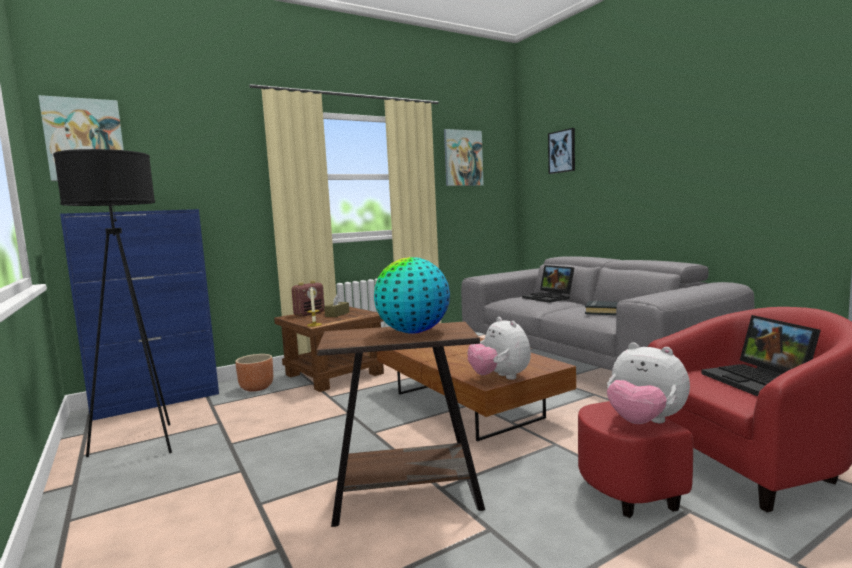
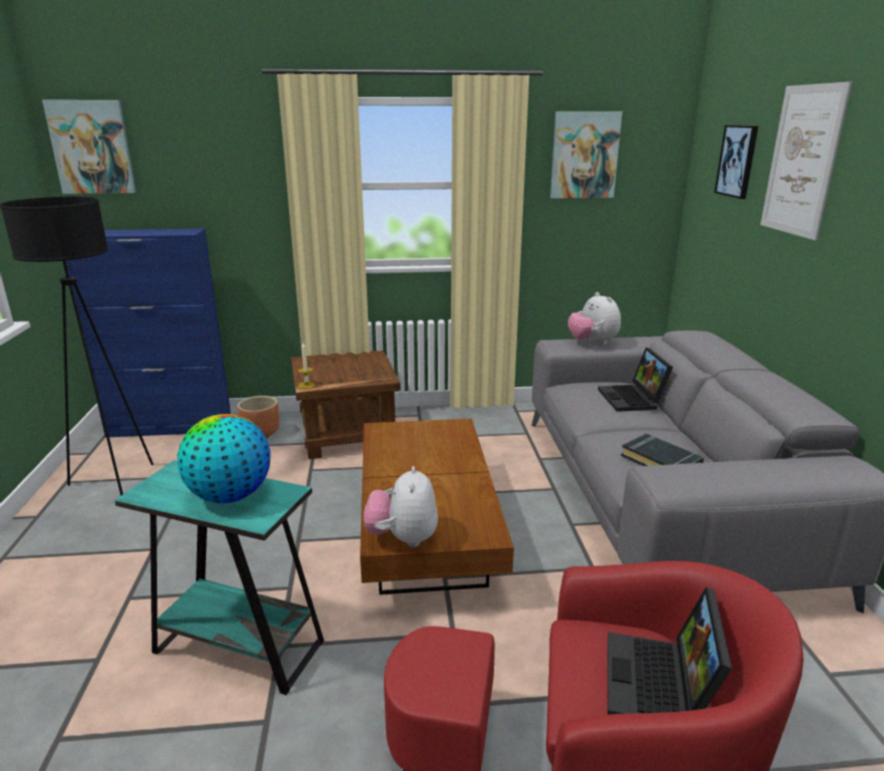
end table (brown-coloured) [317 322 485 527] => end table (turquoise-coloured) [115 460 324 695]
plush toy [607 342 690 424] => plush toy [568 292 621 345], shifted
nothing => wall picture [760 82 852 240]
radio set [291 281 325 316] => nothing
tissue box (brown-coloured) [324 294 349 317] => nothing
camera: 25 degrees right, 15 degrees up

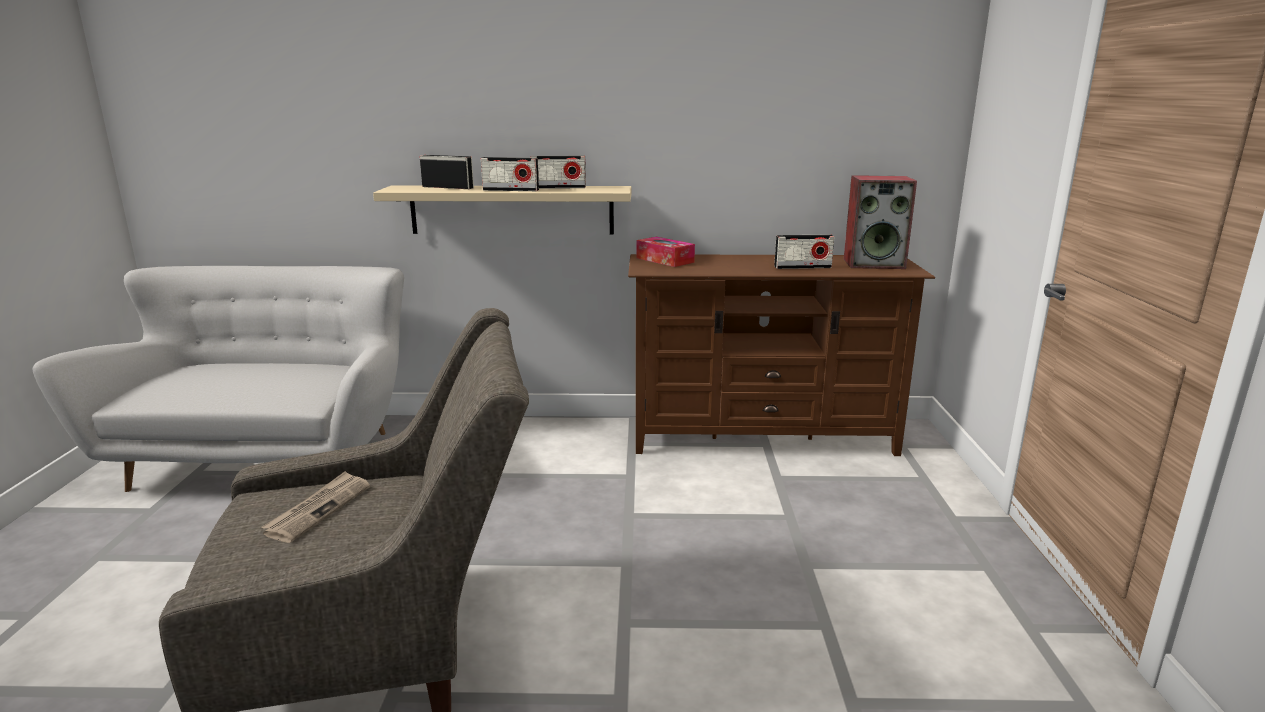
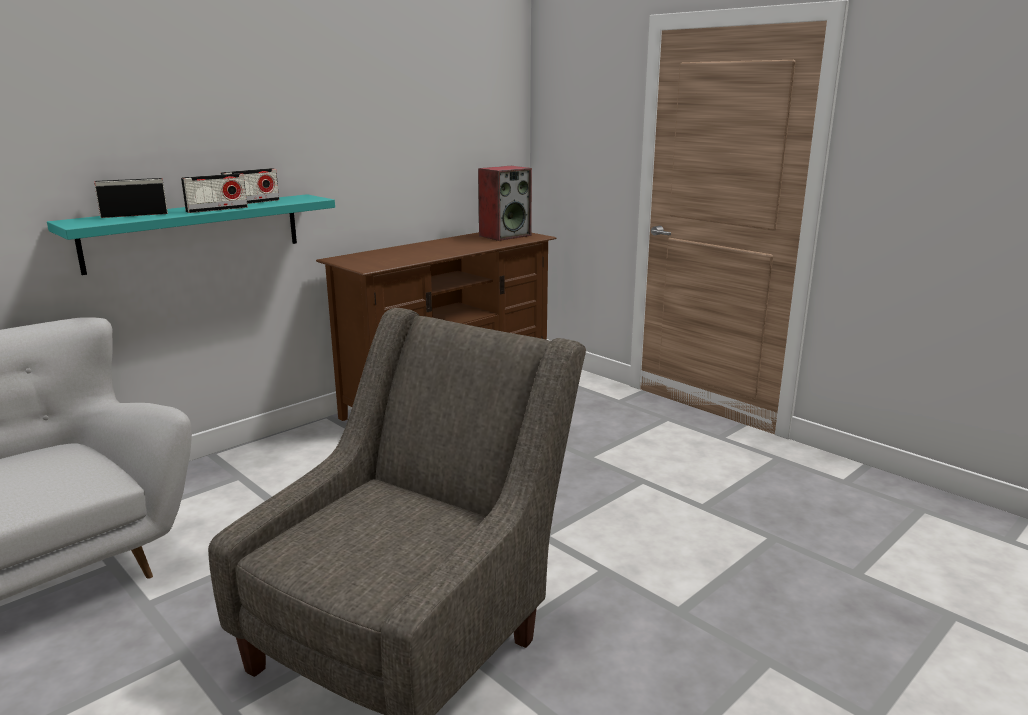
wall shelf (beige) [373 185 632 235] => wall shelf (turquoise-coloured) [47 194 335 275]
printed paper [261 471 370 543] => nothing
tissue box [636 237 695 267] => nothing
radio set [774 234 834 269] => nothing
camera: 45 degrees left, 0 degrees up

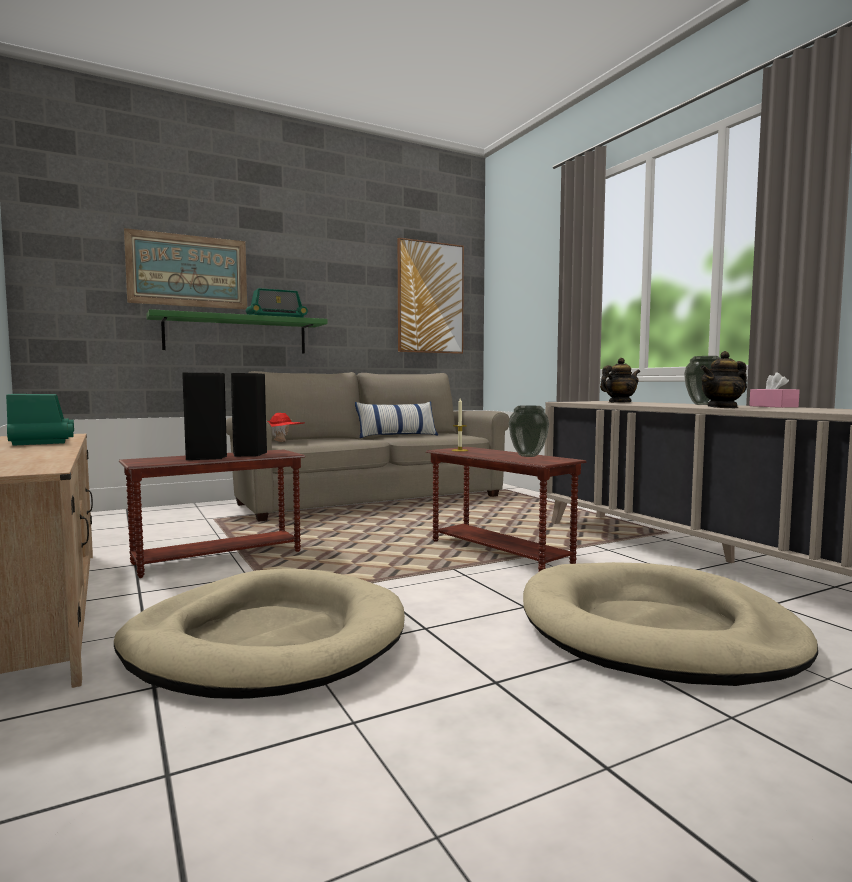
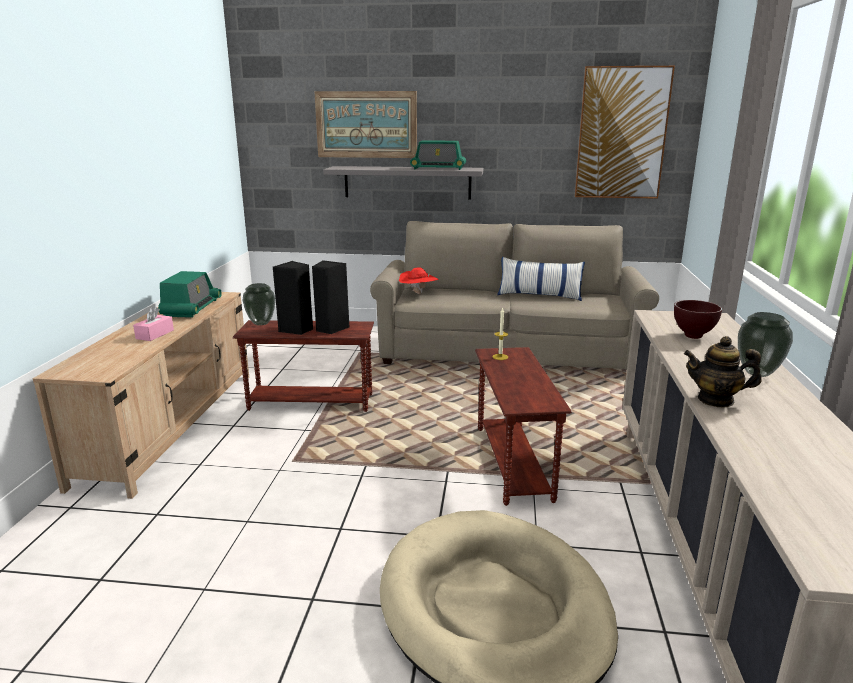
tissue box (pinkish) [749 372 800 408] => tissue box (pinkish) [133 307 174 341], shifted
vase [509 406 549 457] => vase [242 283 275 326], shifted
wall shelf (green-coloured) [146 309 328 354] => wall shelf (greyish) [323 166 483 199]
pot for tea [600 358 640 403] => serving bowl (brown-coloured) [674 300 722 339]
dog cushion (beige) [114 568 405 699] => nothing
camera: 35 degrees right, 15 degrees up

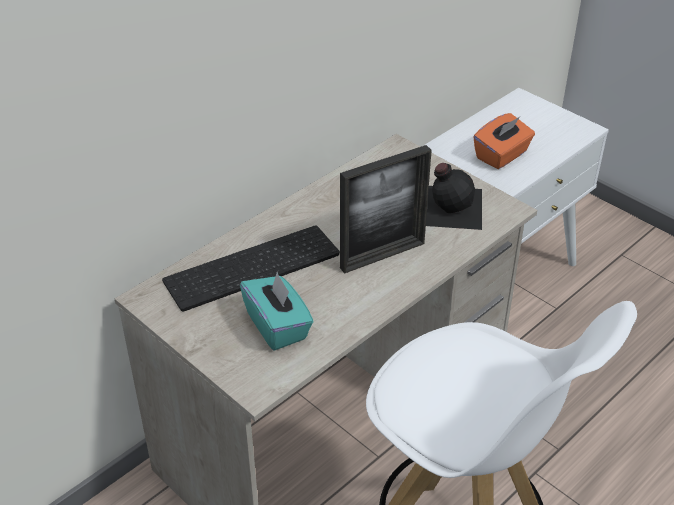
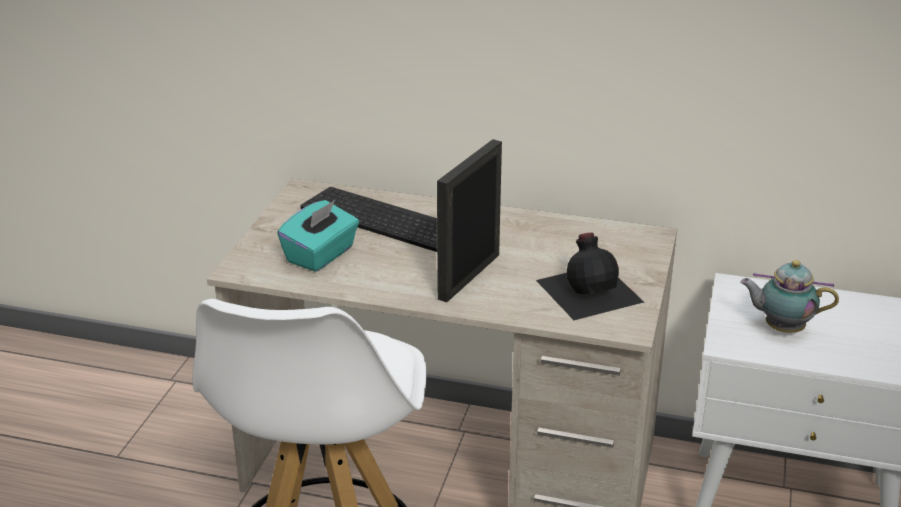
photo frame [340 145 432 274] => photo frame [437 139 502 302], 90 degrees clockwise
tissue box (orange-coloured) [473 113 535 169] => pot for tea [740 260 839 333]
camera: 60 degrees right, 10 degrees down

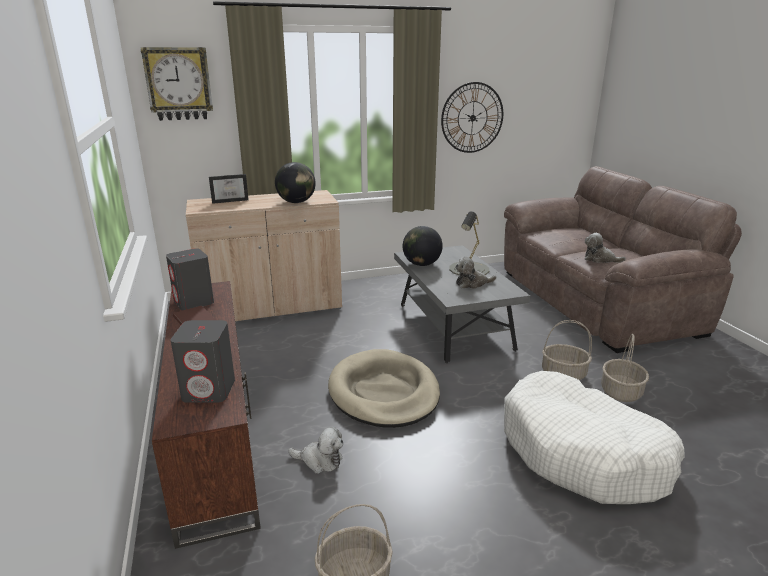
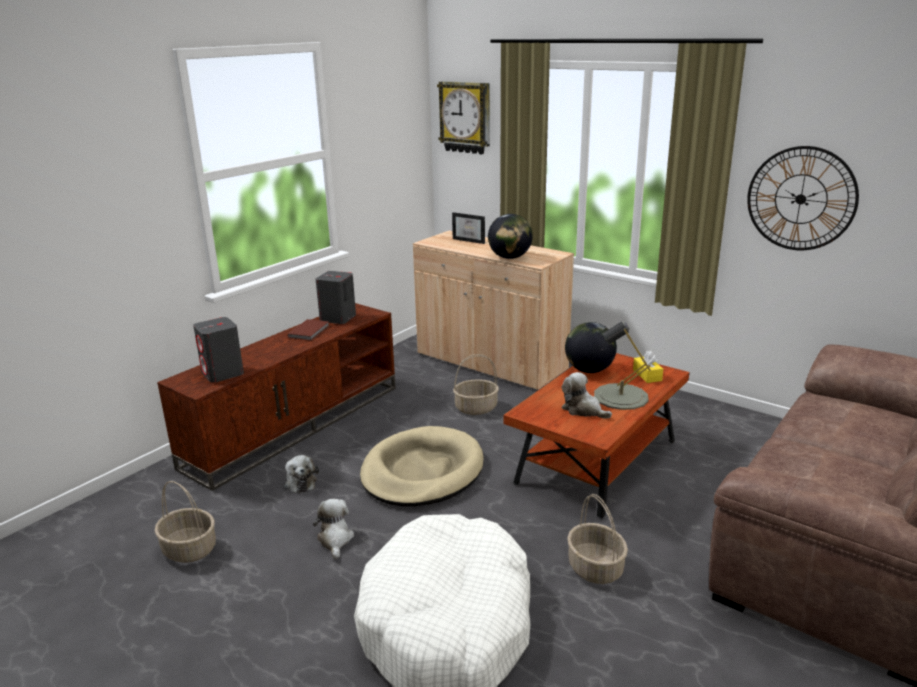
plush toy [584 233 626 263] => plush toy [313 499 354 560], shifted
household basket [601 334 649 402] => household basket [453 354 499 415], shifted
coffee table (greyish) [394 245 530 363] => coffee table (brown-coloured) [503 353 690 519]
nothing => tissue box (yellowish) [633 351 663 383]
camera: 55 degrees right, 0 degrees up

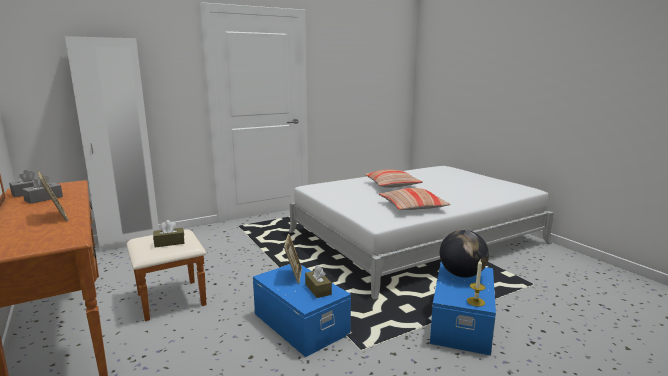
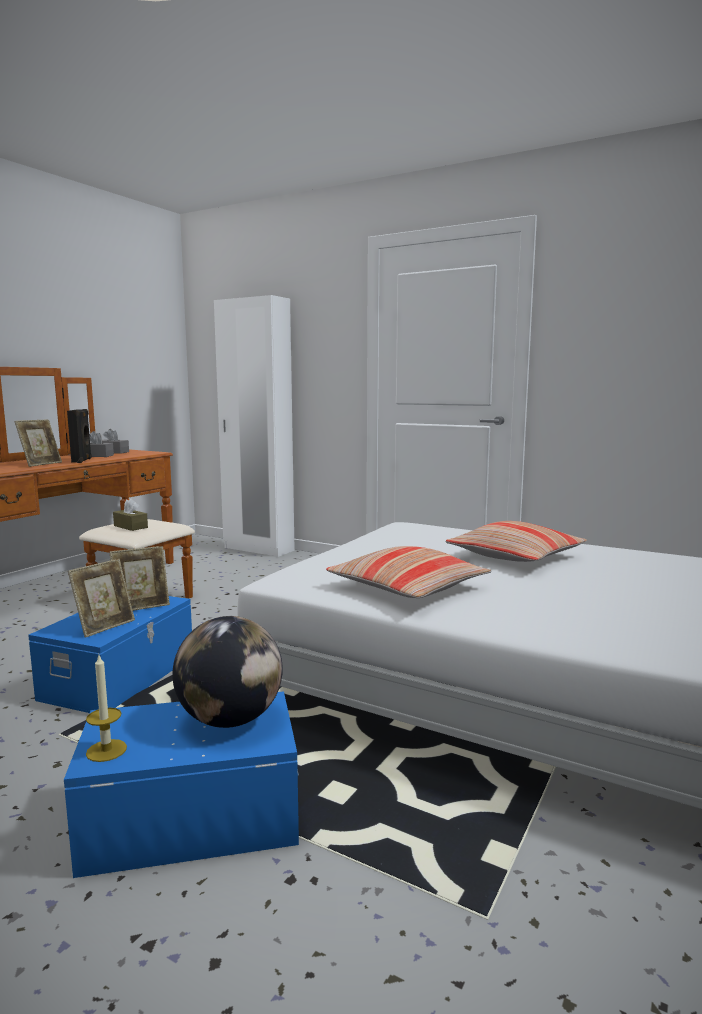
nothing => speaker (black-coloured) [67 409 92 463]
tissue box (brown-coloured) [305 265 332 298] => photo frame [68 559 135 638]
camera: 60 degrees right, 5 degrees down

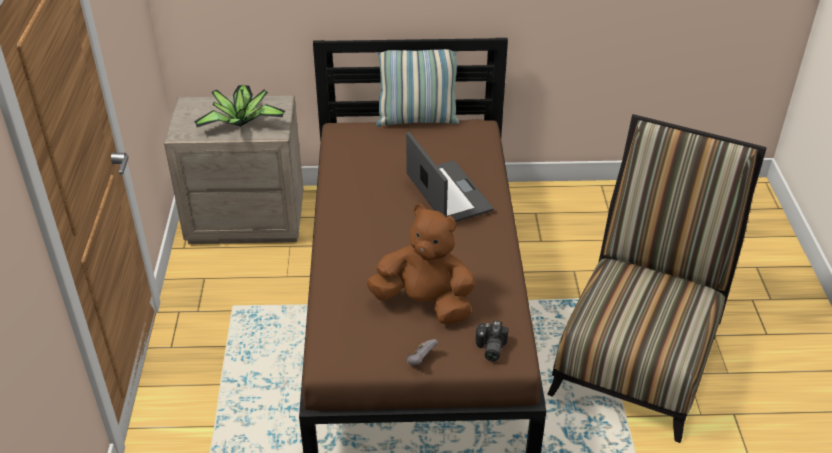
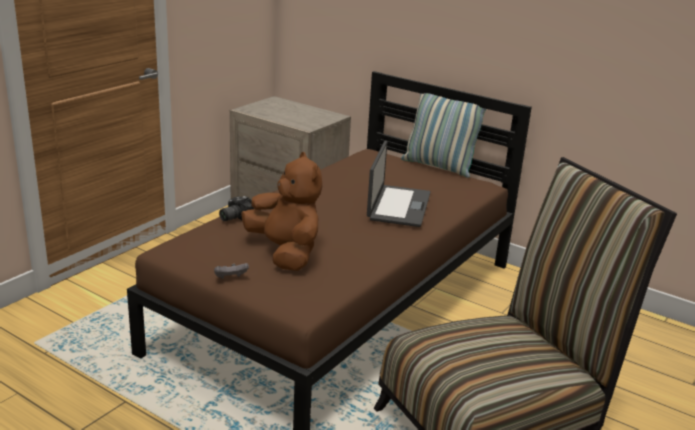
photo camera [476 321 508 362] => photo camera [219 196 254 221], shifted
potted plant [194 85 285 127] => nothing
camera: 35 degrees right, 15 degrees down

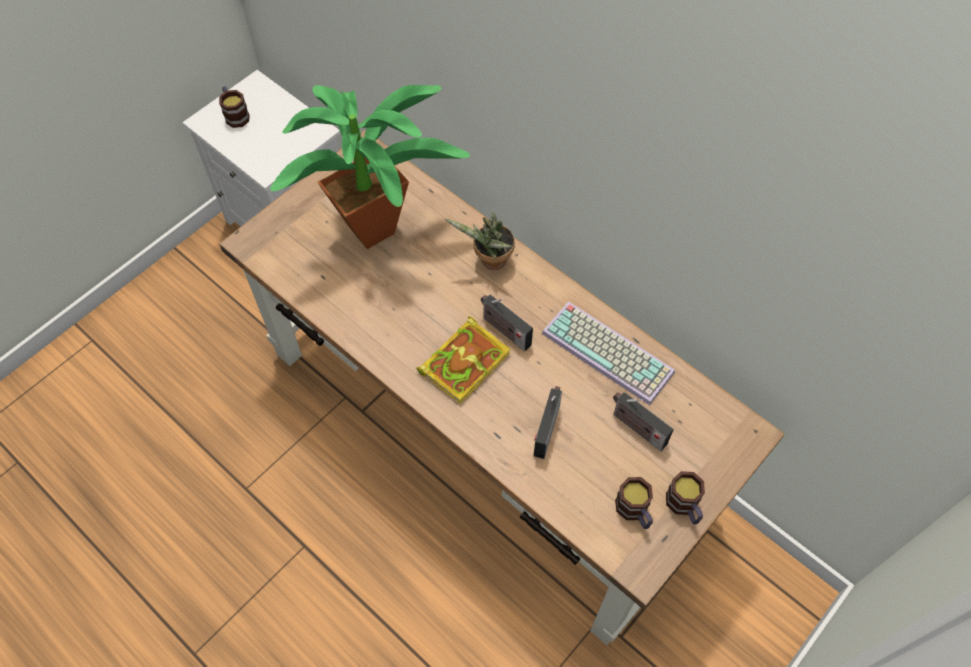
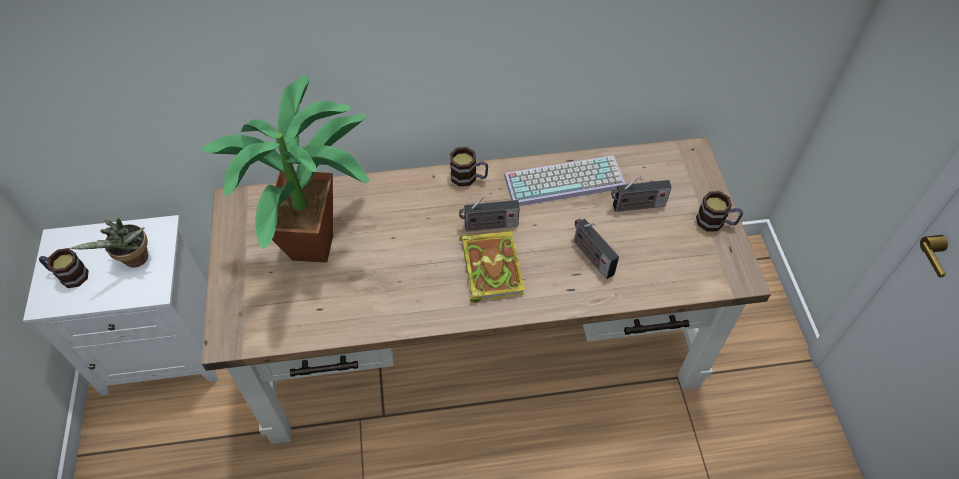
potted plant [445 212 515 270] => potted plant [71 218 148 267], shifted
tea mug [615 477 653 529] => tea mug [450 147 488 187], shifted
camera: 50 degrees left, 5 degrees down

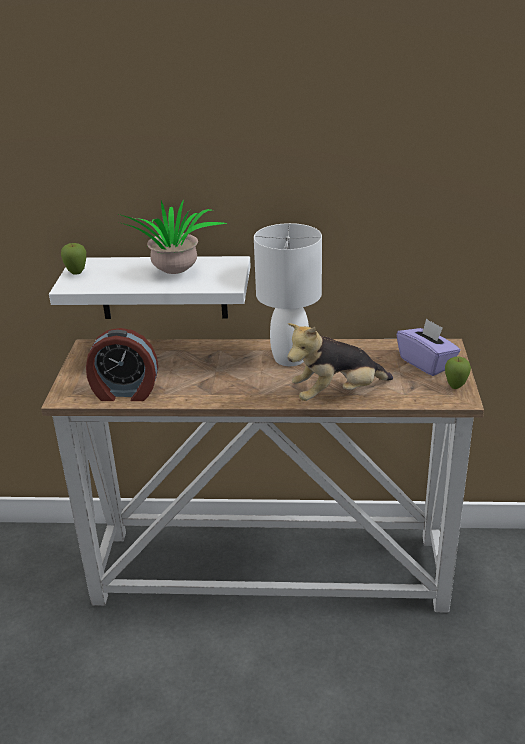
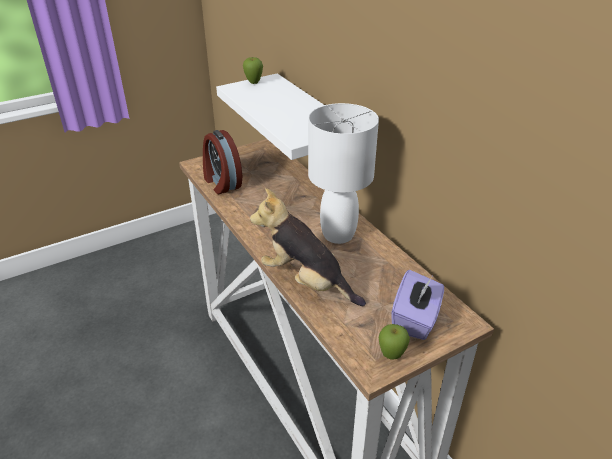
potted plant [119 200 227 274] => nothing
camera: 55 degrees right, 5 degrees up

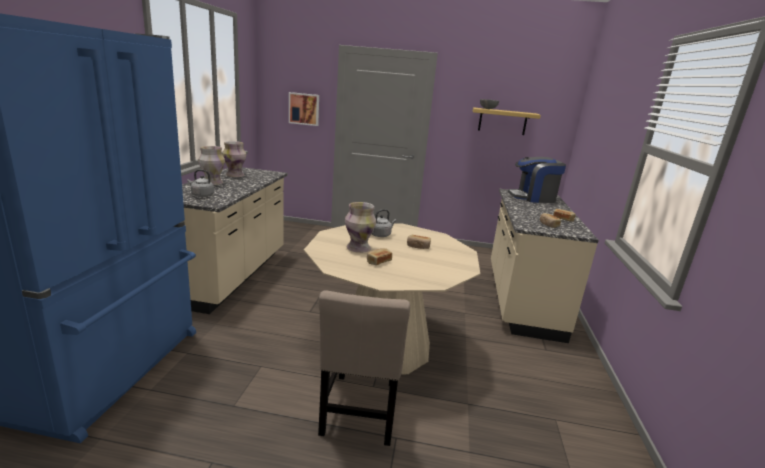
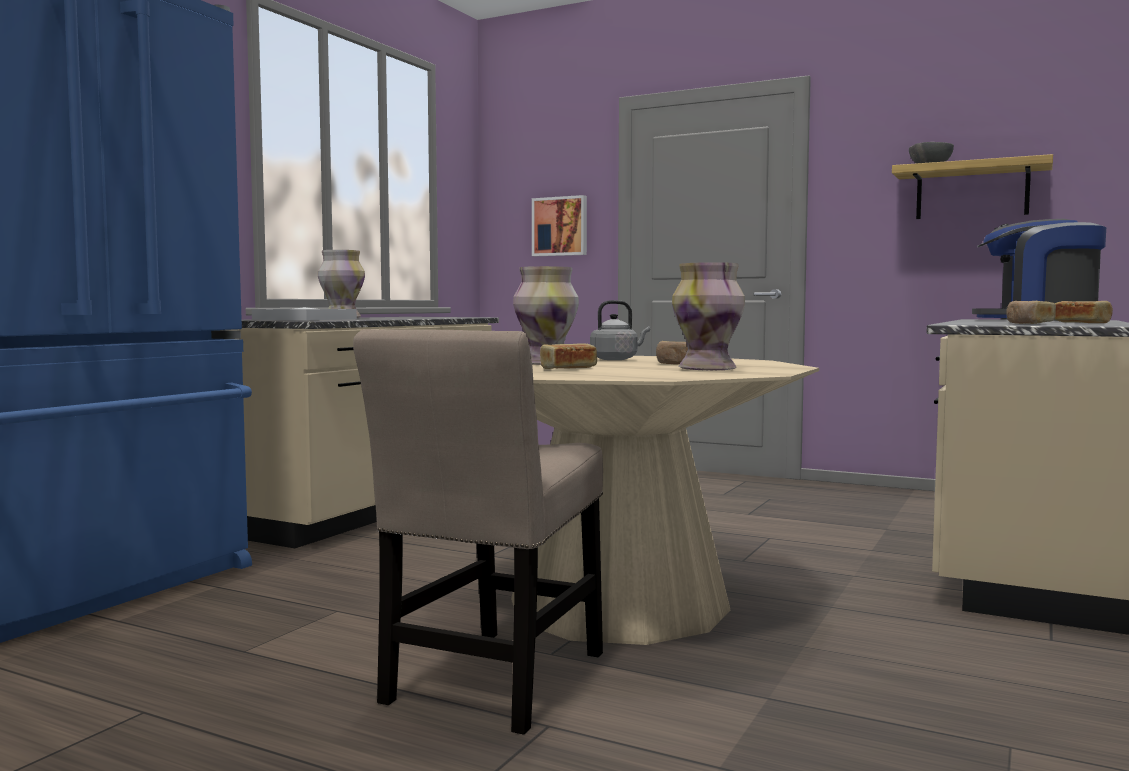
water kettle (greyish) [187 170 214 197] => tray (white) [252 307 357 320]
vase [222 141 246 177] => vase [672 262 745 370], shifted
camera: 20 degrees right, 15 degrees down

